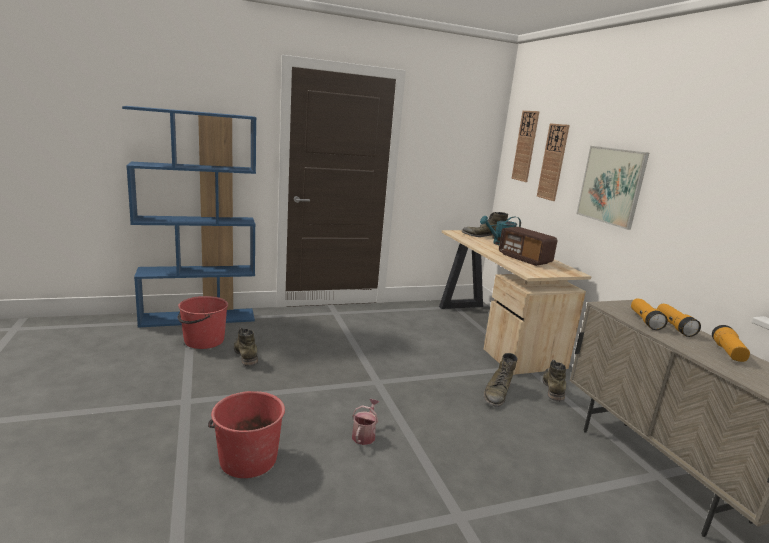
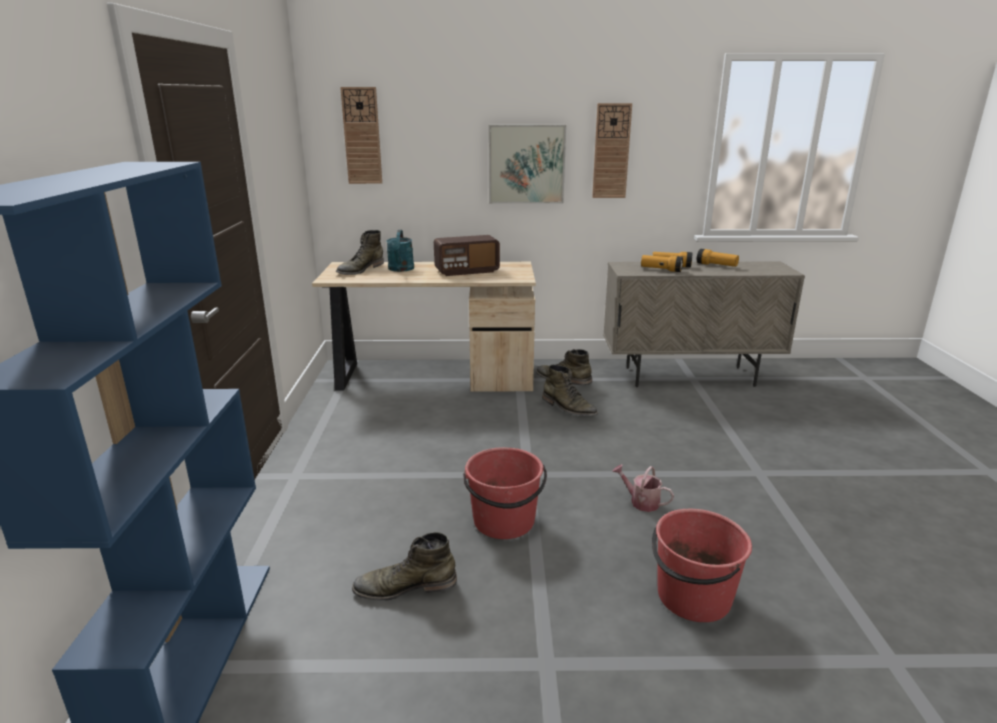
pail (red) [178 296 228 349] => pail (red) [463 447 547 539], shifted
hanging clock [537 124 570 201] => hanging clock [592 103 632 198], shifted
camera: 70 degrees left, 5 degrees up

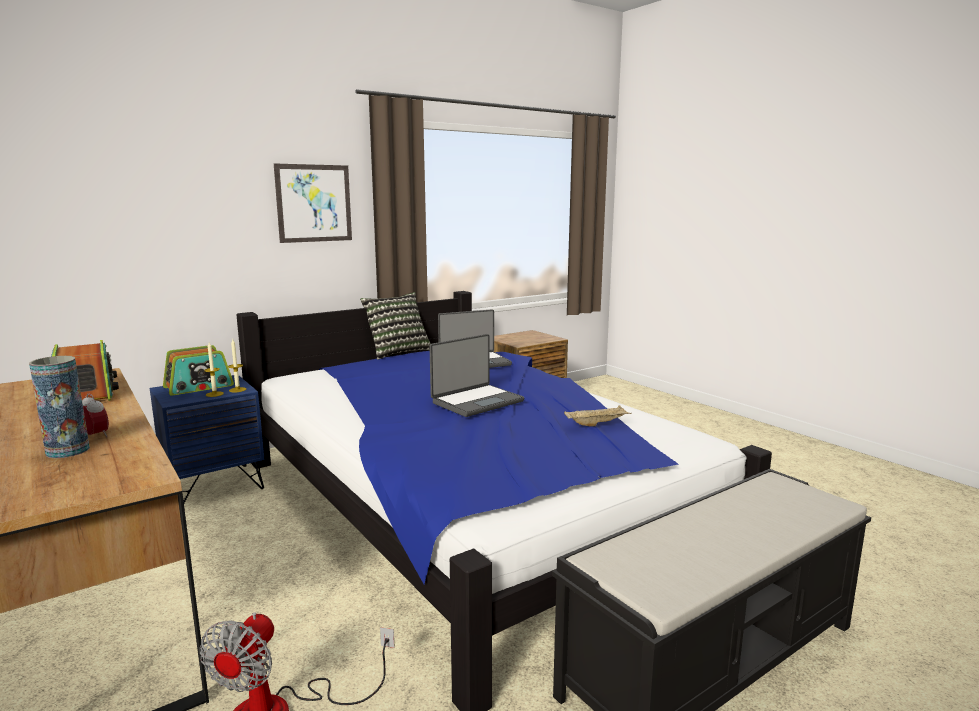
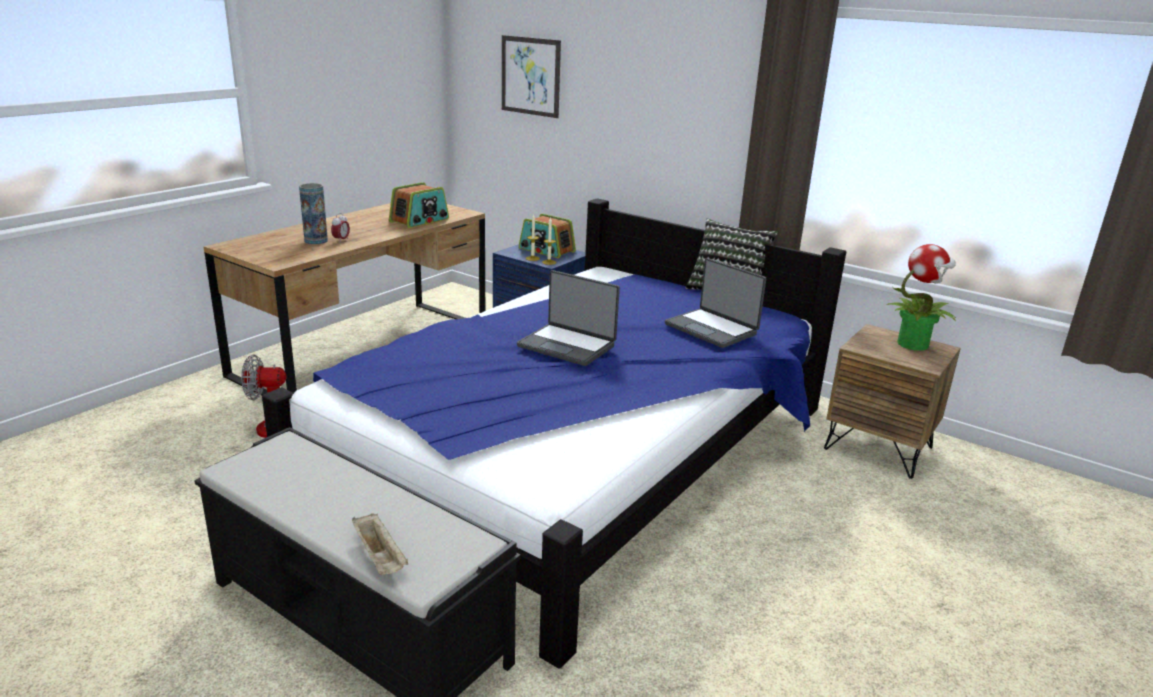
tray (beige) [564 405 632 426] => tray (beige) [352 513 408 575], shifted
wall picture [274 163 352 243] => wall picture [502 35 561 118], shifted
nothing => potted plant [887 244 956 351]
camera: 70 degrees right, 10 degrees up

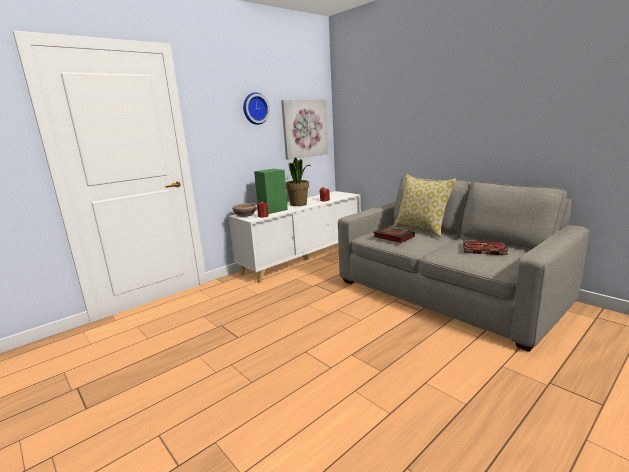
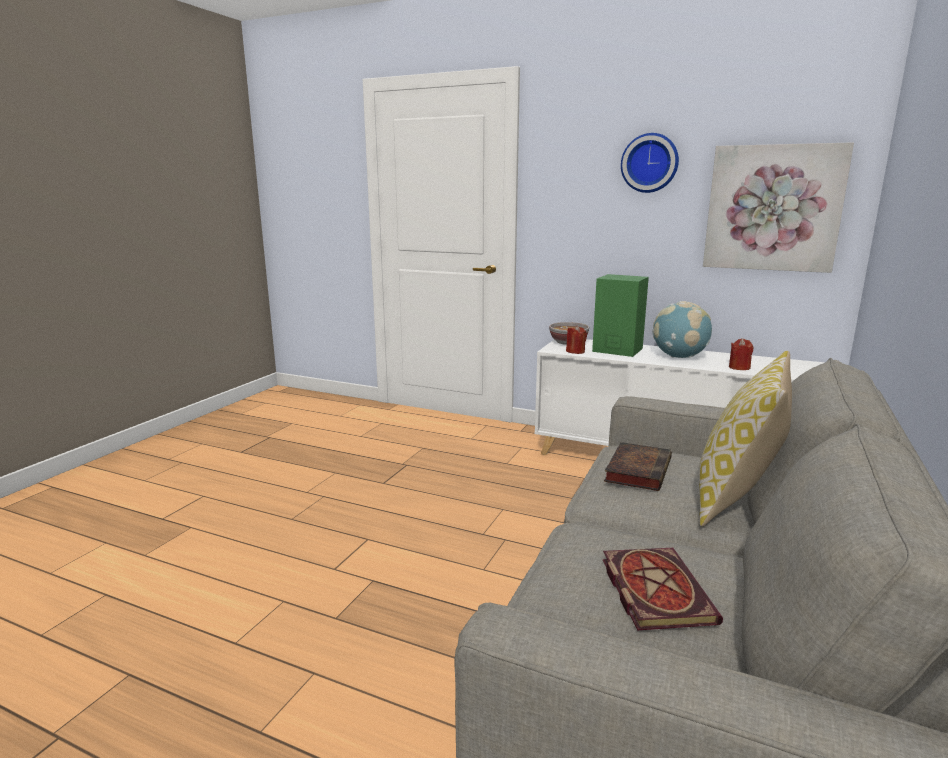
potted plant [286 157 311 206] => desk globe [652 301 712 358]
camera: 65 degrees right, 0 degrees up

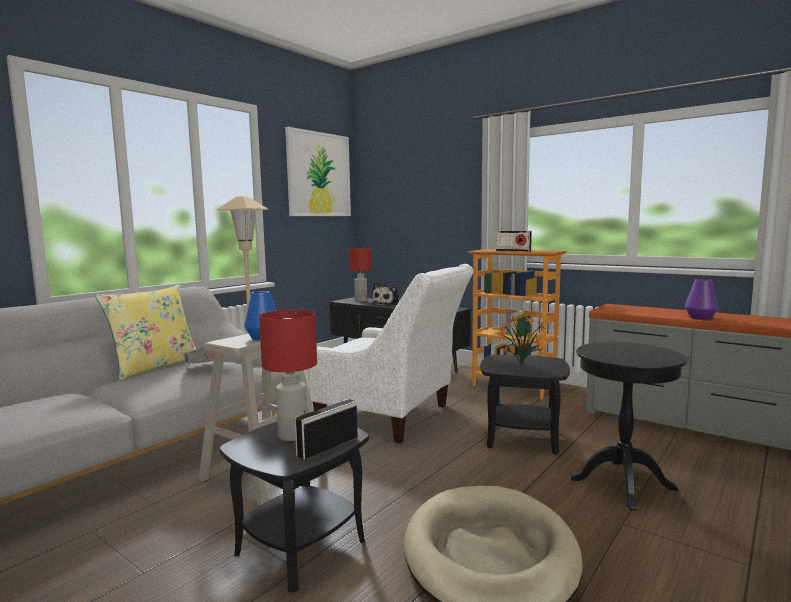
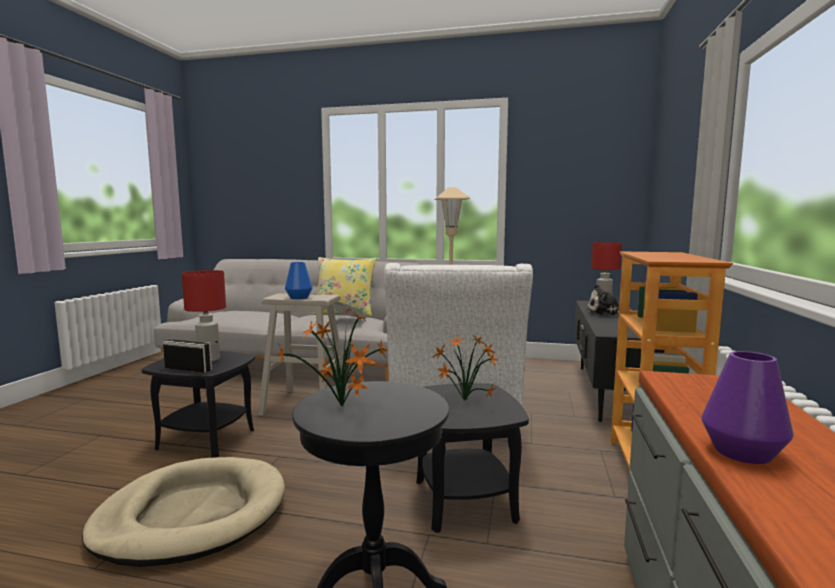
nothing => potted plant [277 312 388 407]
wall picture [285 127 351 216] => nothing
radio set [496 231 532 252] => nothing
camera: 65 degrees right, 0 degrees up

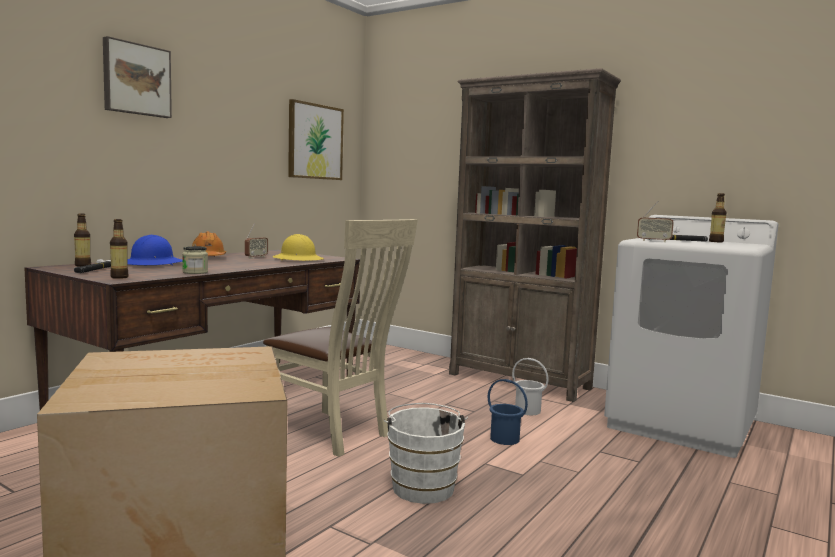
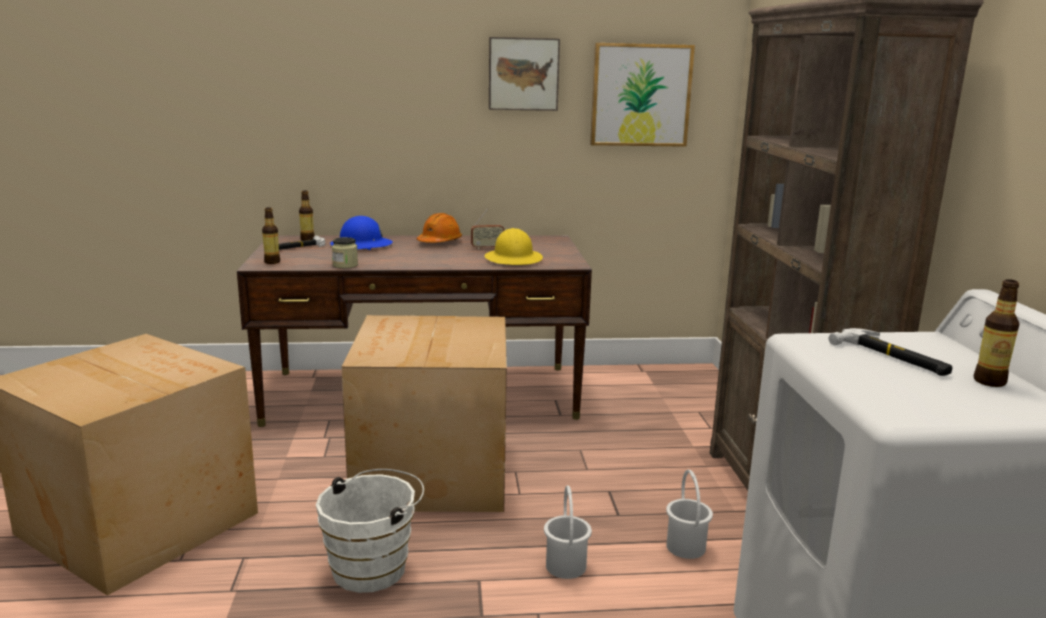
upright chair (beige) [263 219 418 457] => packing box [341 315 507 512]
wall picture [103 36 172 118] => wall picture [489 37 560 111], shifted
pail (bluish) [488 379 528 445] => pail (white) [544 485 592 579]
radio set [637 201 674 242] => nothing
camera: 50 degrees right, 10 degrees up

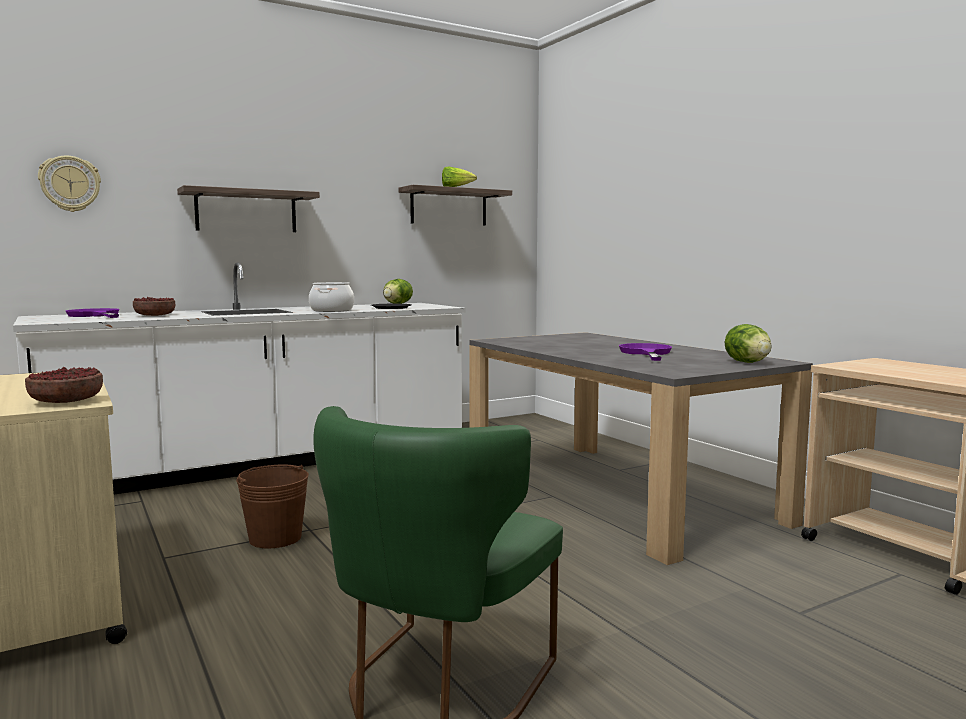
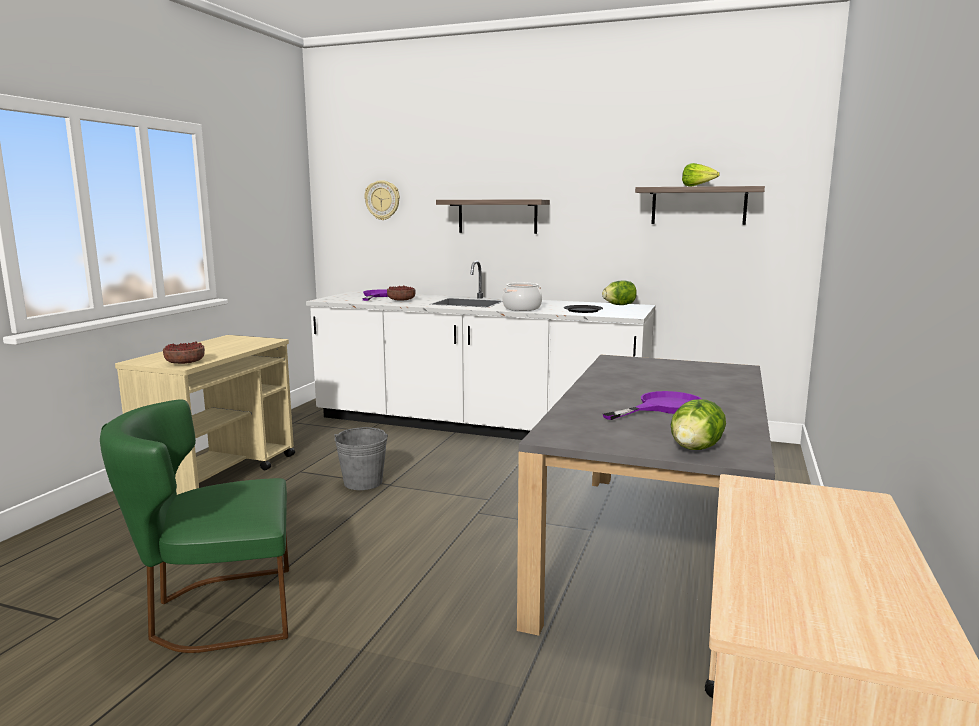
pail (brown-coloured) [236 464 309 548] => pail (greyish) [334 427 388 490]
camera: 50 degrees right, 5 degrees up

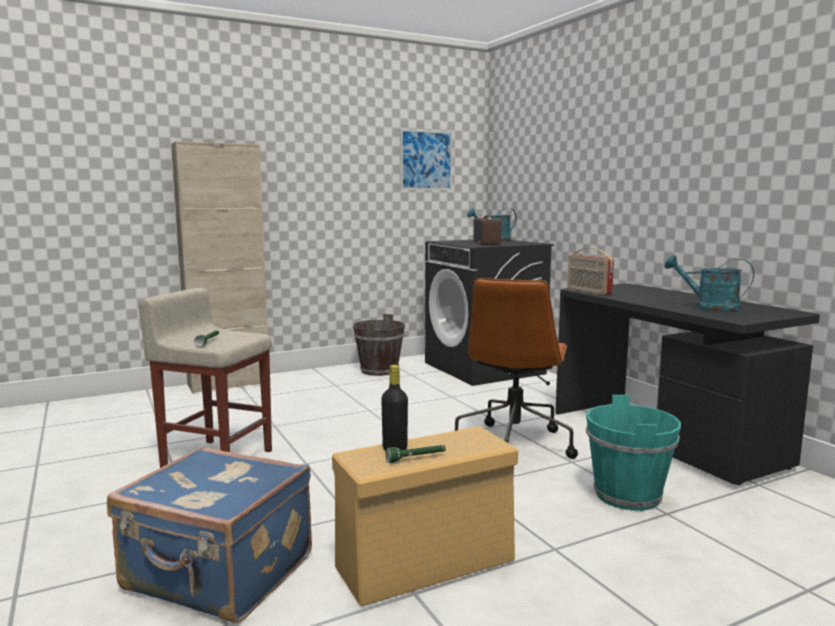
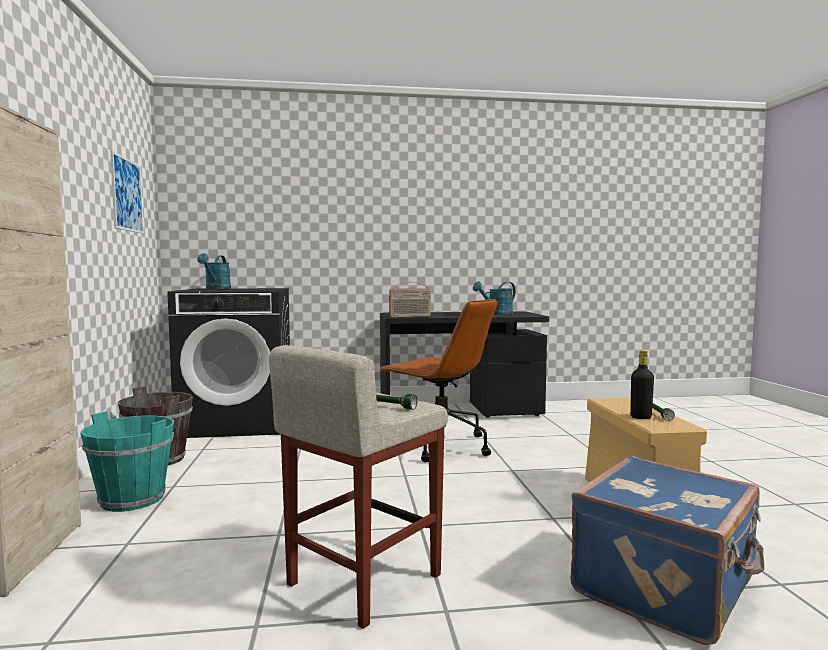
pail (turquoise-coloured) [586 395 681 511] => pail (turquoise-coloured) [80 411 174 512], shifted
radio set [473 215 501 245] => nothing
camera: 70 degrees left, 5 degrees down

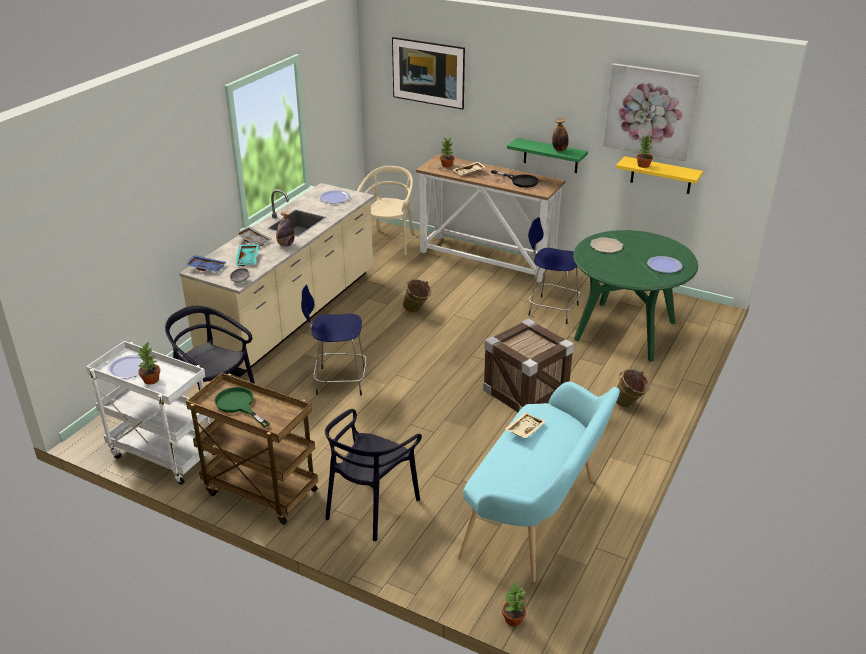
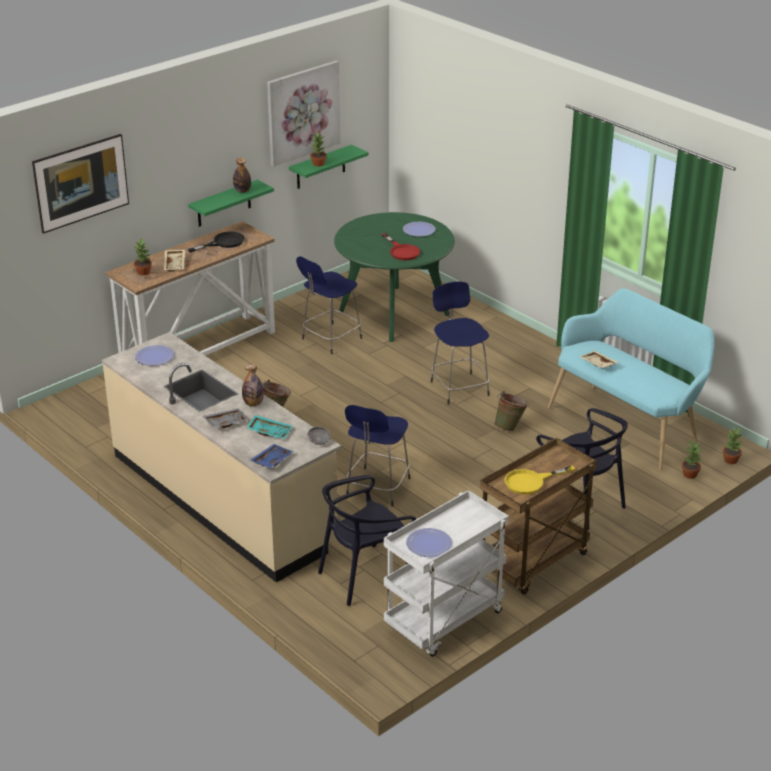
wall shelf (yellowish) [616 156 703 194] => wall shelf (green-coloured) [289 145 369 189]
nothing => frying pan (red) [381 233 420 260]
shipping crate [483 318 574 412] => sitting stool (bluish) [431 282 490 405]
pail (green-coloured) [616 369 650 408] => pail (green-coloured) [494 391 529 432], shifted
frying pan (green-coloured) [214 387 270 428] => frying pan (yellowish) [505 466 575 495]
potted plant [137 342 160 385] => potted plant [682 441 701 479], shifted
upright chair (beige) [357 166 414 255] => nothing
flat dish [590 237 623 253] => nothing
camera: 70 degrees left, 0 degrees up

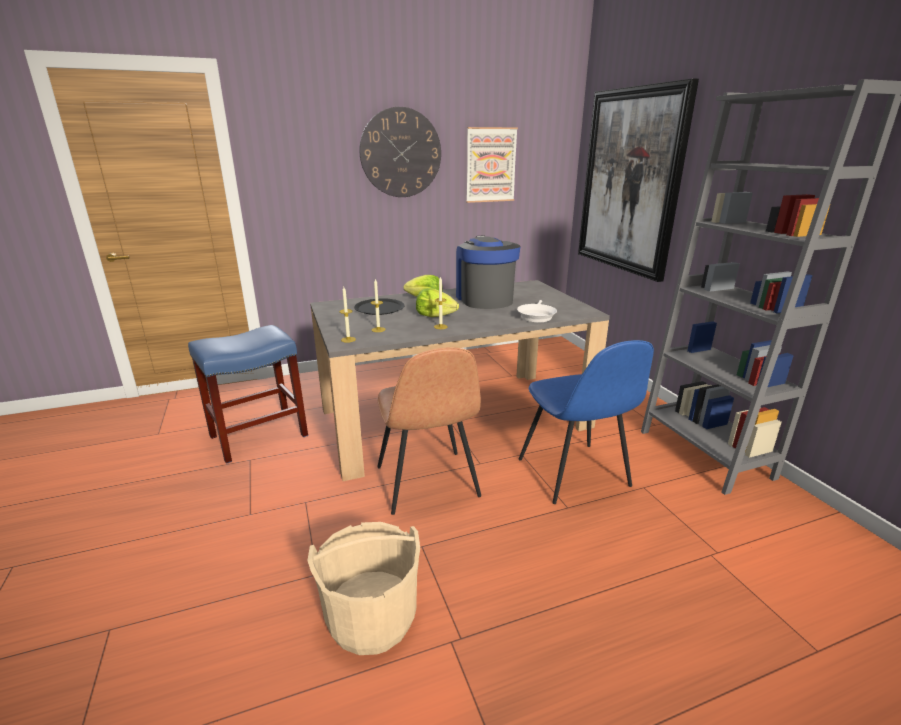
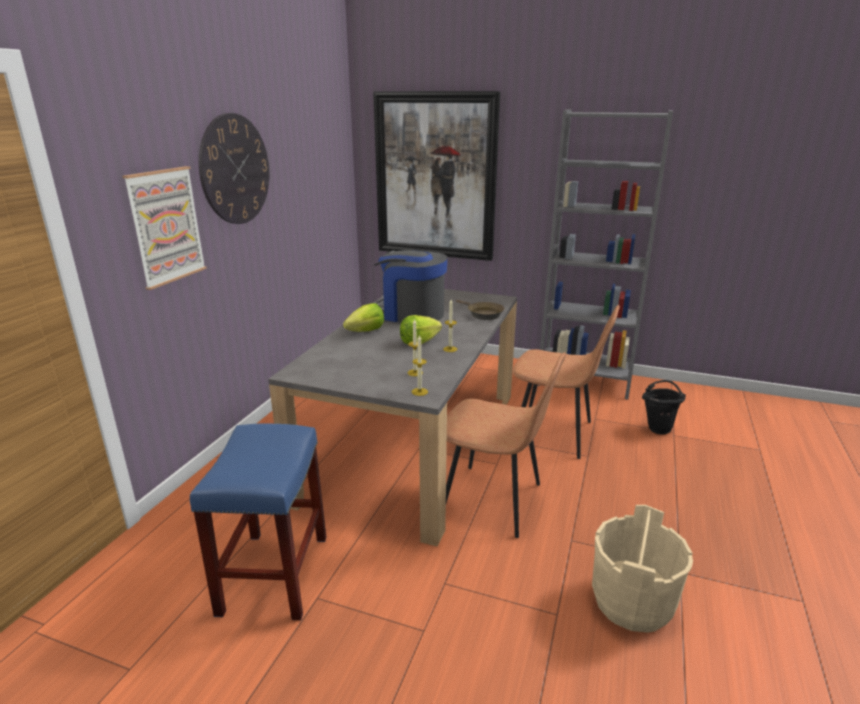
wall picture [466 127 518 203] => wall picture [122 166 207 290], shifted
frying pan (white) [517 300 557 322] => frying pan (brown-coloured) [456 300 505 320]
upright chair (bluish) [519 340 654 504] => upright chair (brown-coloured) [513 305 620 459]
nothing => pail (black-coloured) [642 380 686 435]
flat dish (black-coloured) [354 298 405 315] => nothing
camera: 50 degrees left, 0 degrees up

